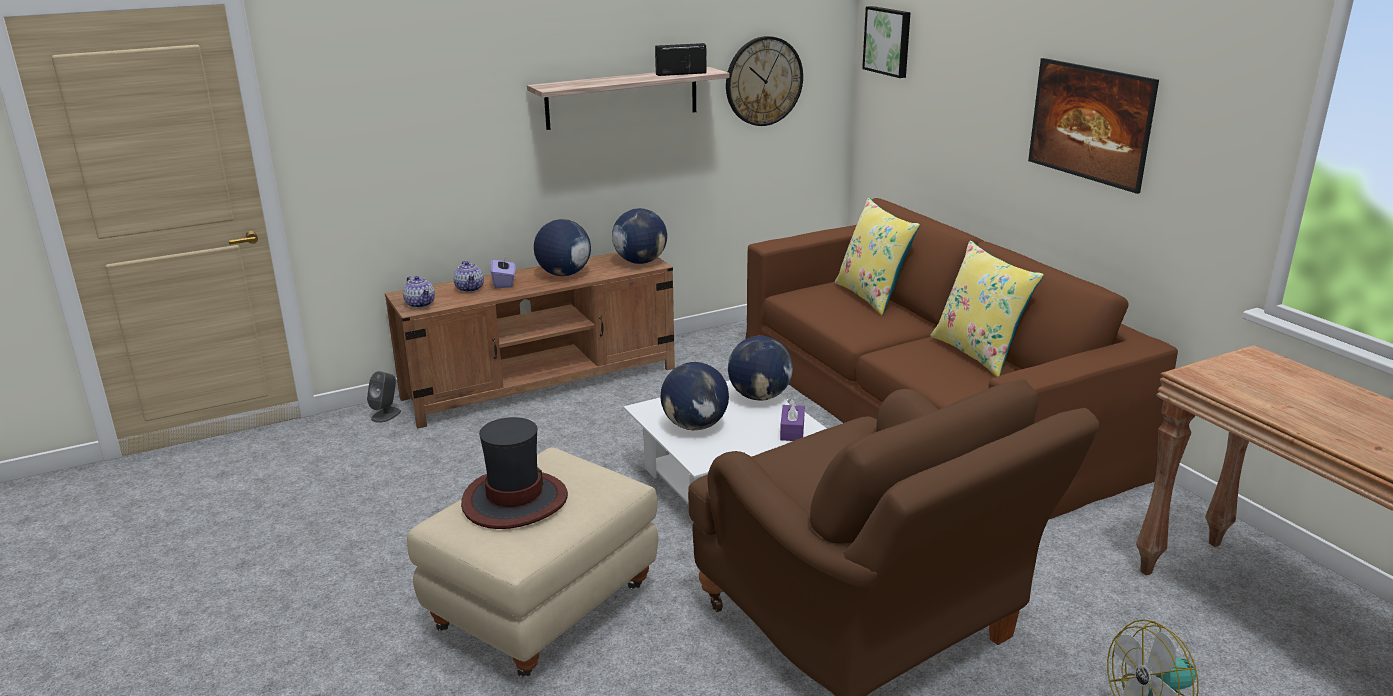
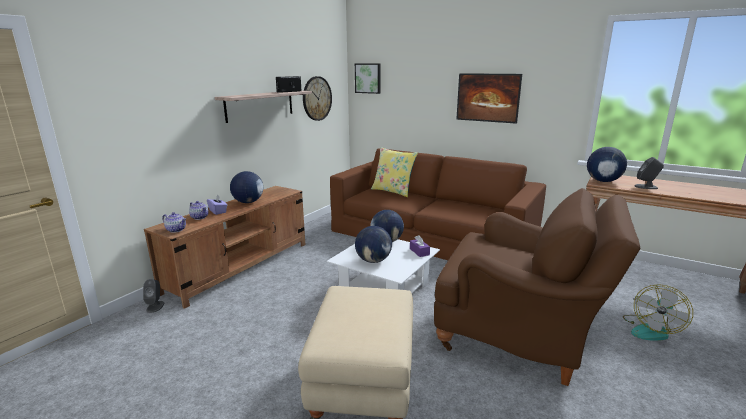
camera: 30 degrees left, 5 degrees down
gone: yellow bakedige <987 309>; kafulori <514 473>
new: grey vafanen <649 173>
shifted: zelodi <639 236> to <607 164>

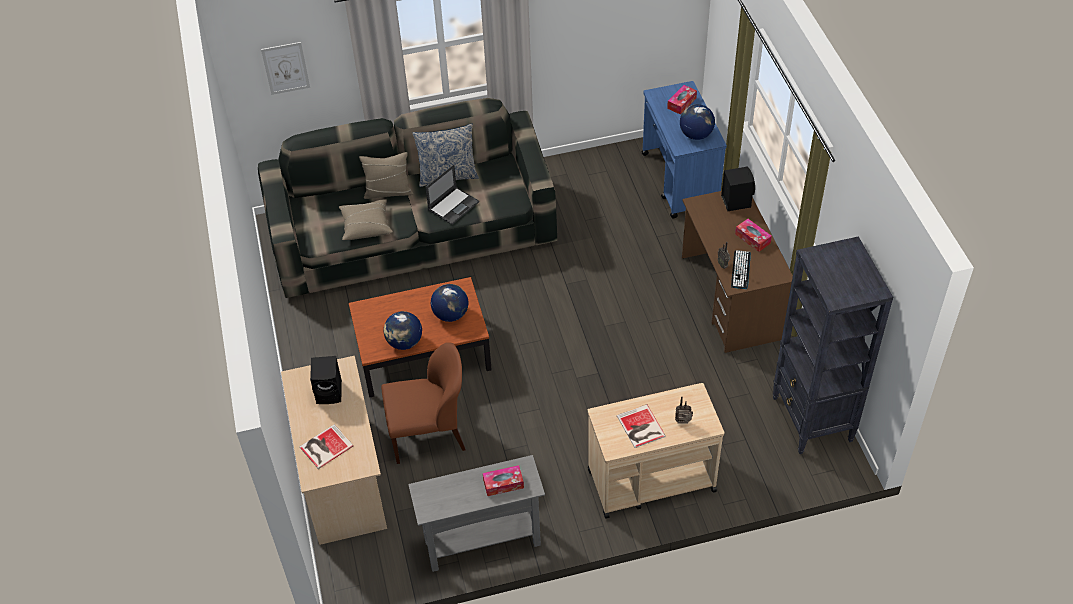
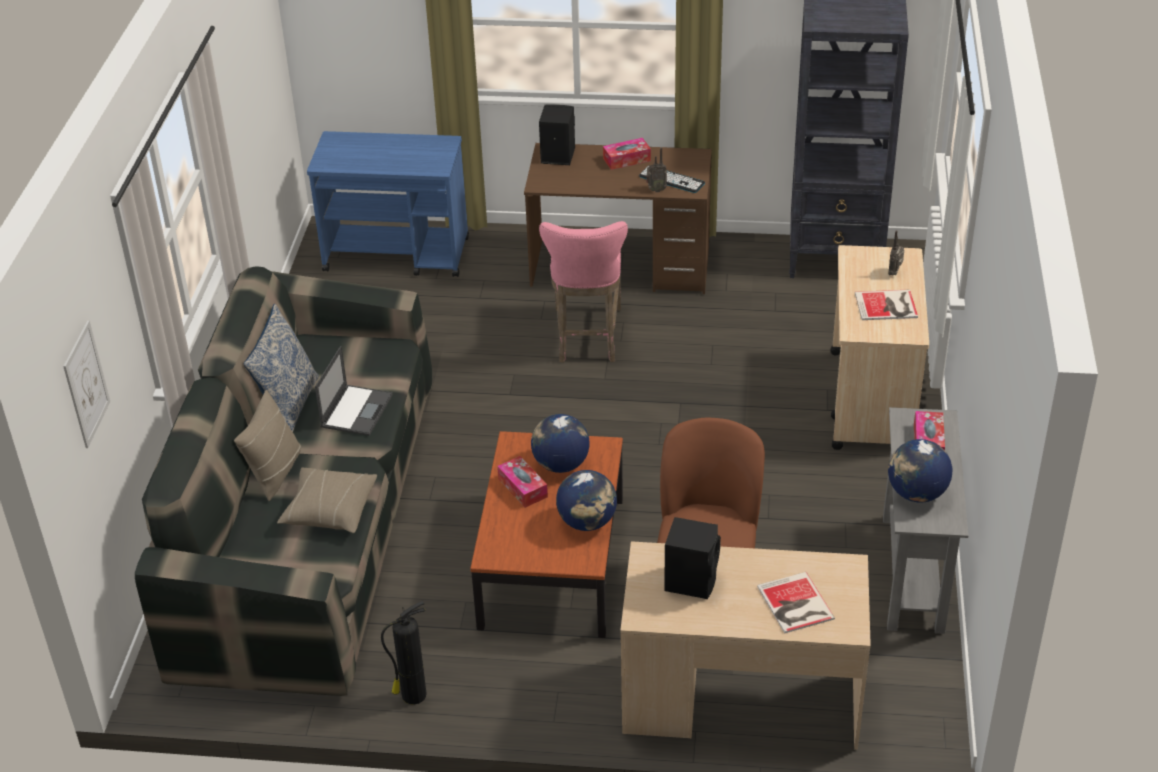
camera: 70 degrees left, 10 degrees down
new: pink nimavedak <583 292>; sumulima <404 653>
shifted: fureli <682 100> to <522 482>; zelodi <697 122> to <920 470>
rotated: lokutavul <452 194> = <354 391> 45 degrees clockwise

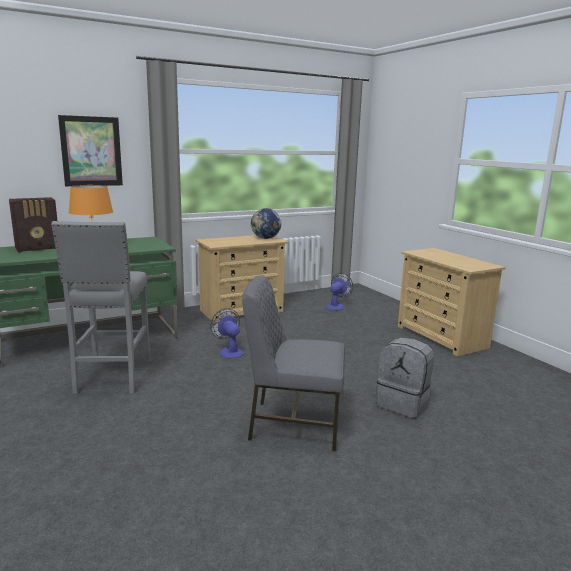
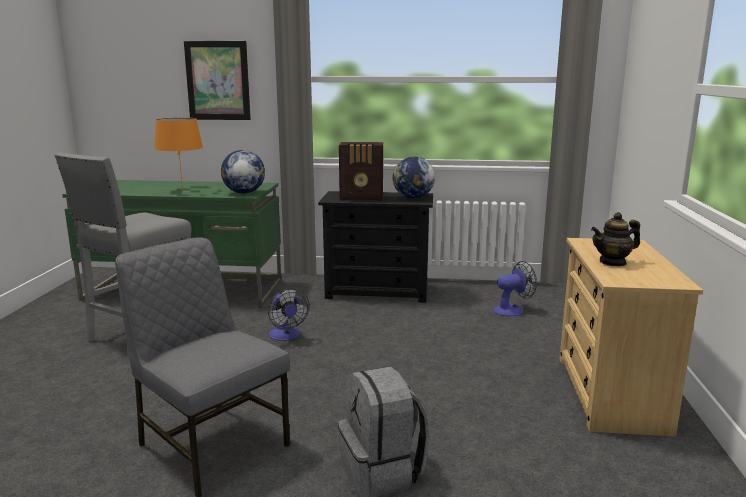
camera: 35 degrees right, 0 degrees up
new: zelodi <243 172>; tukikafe <615 239>
shifted: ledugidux <33 224> to <361 171>
repainted: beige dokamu <242 279> to black dokamu <375 247>
rotated: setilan <226 333> = <288 314> 150 degrees clockwise

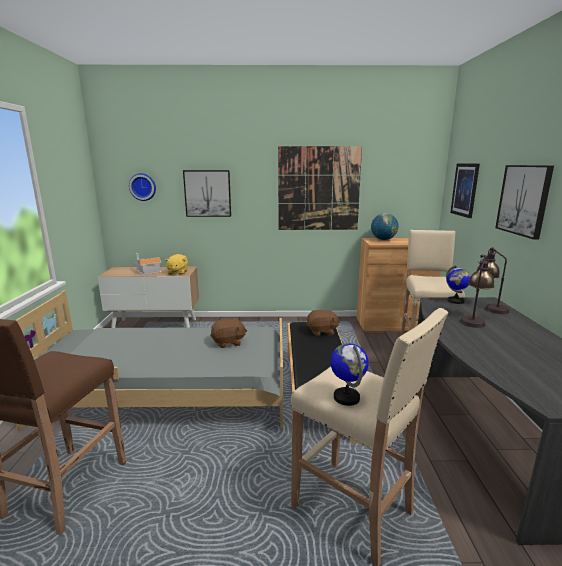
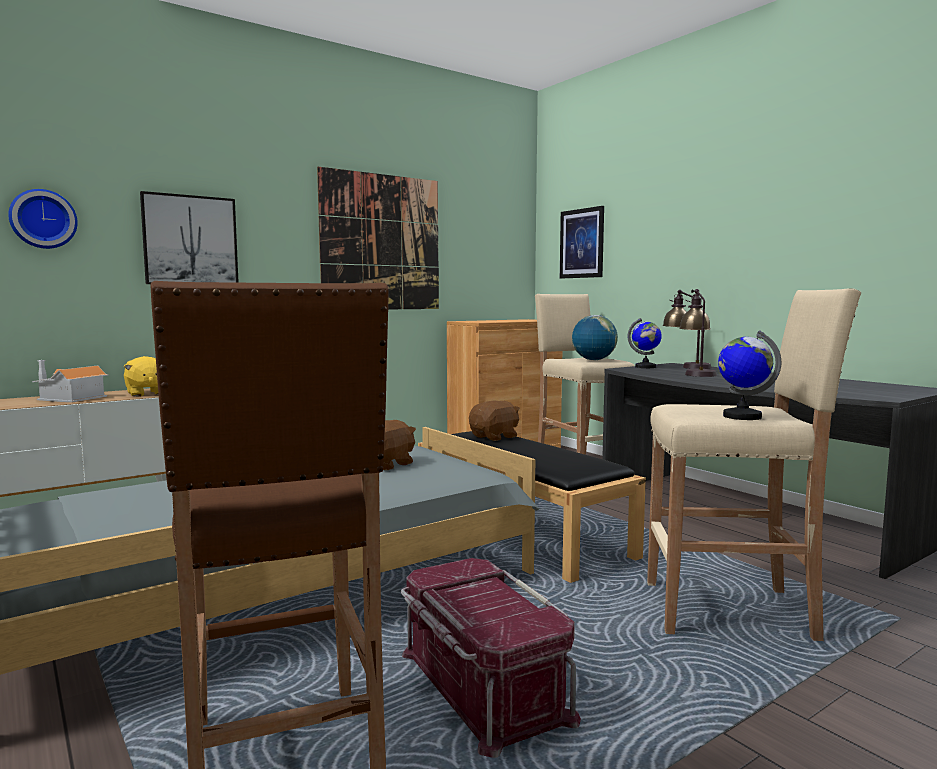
camera: 35 degrees left, 10 degrees down
gone: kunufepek <524 202>
new: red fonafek <491 658>
shifted: zelodi <385 226> to <595 337>

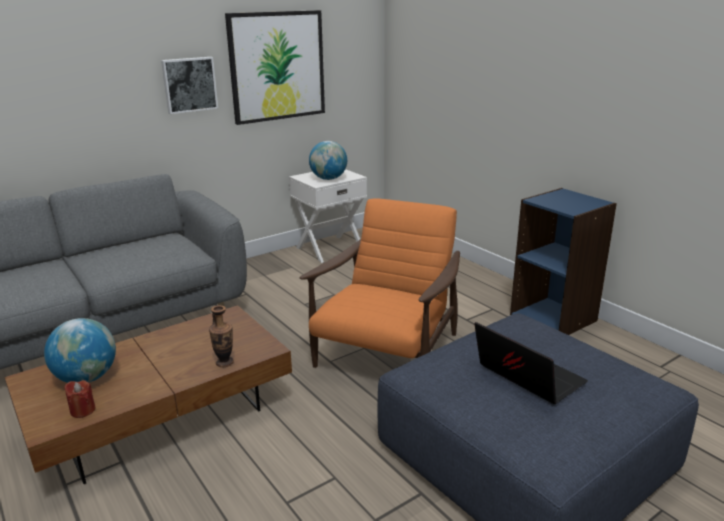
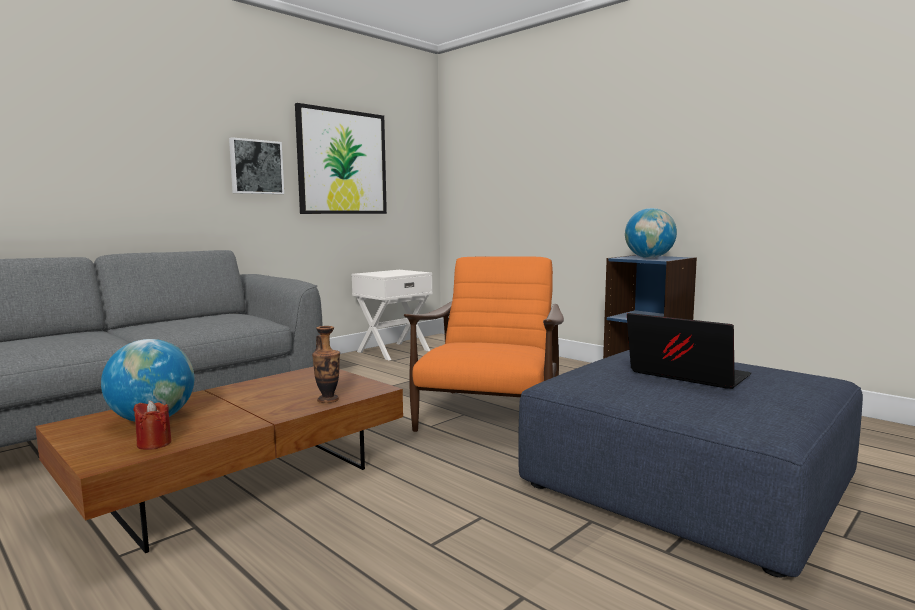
camera: 10 degrees left, 15 degrees down
shifted: zelodi <328 160> to <651 233>

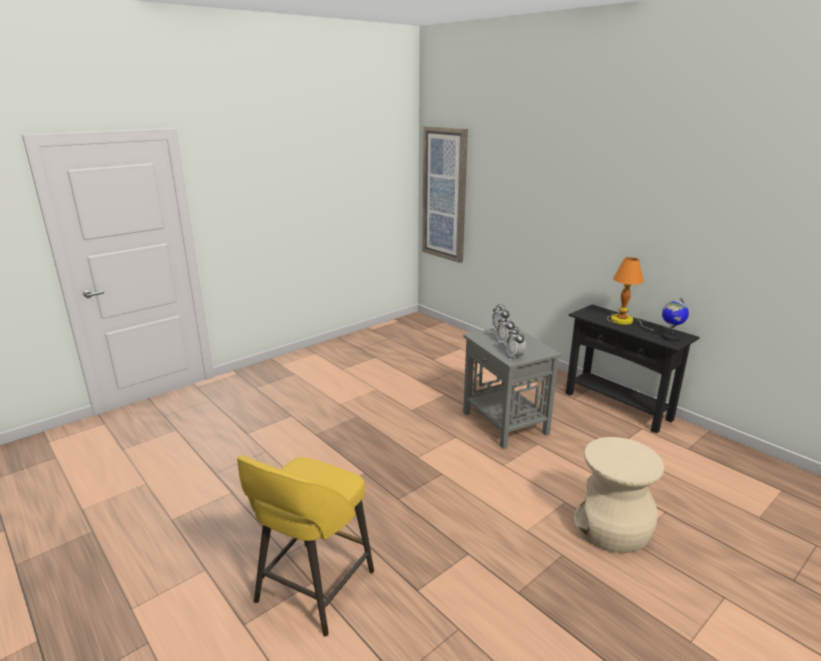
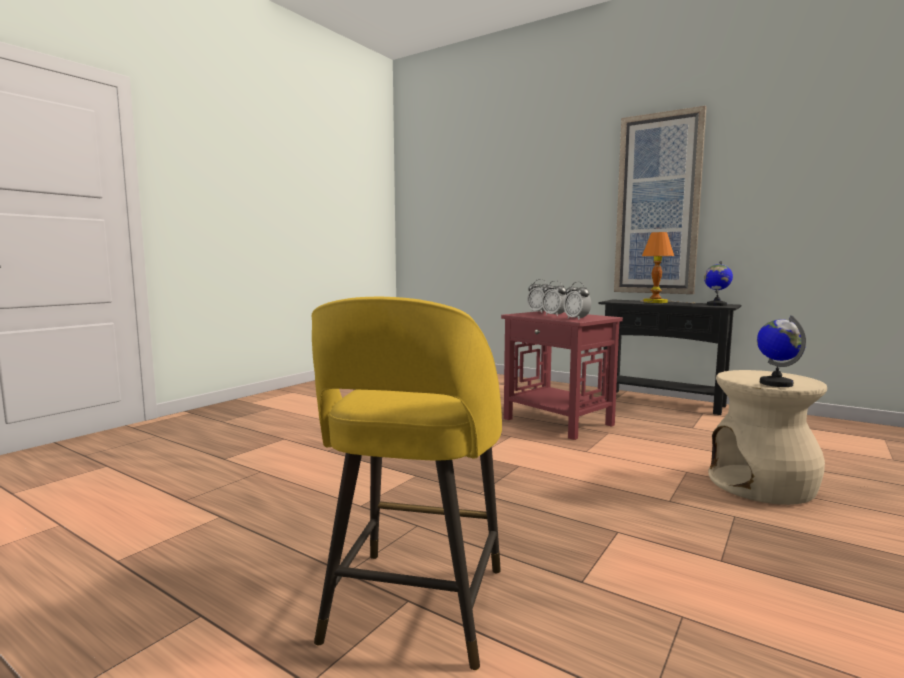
camera: 15 degrees left, 15 degrees down
new: zelodi <781 351>
shifted: kunufepek <445 194> to <660 200>
repainted: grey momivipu <512 388> to red momivipu <562 375>

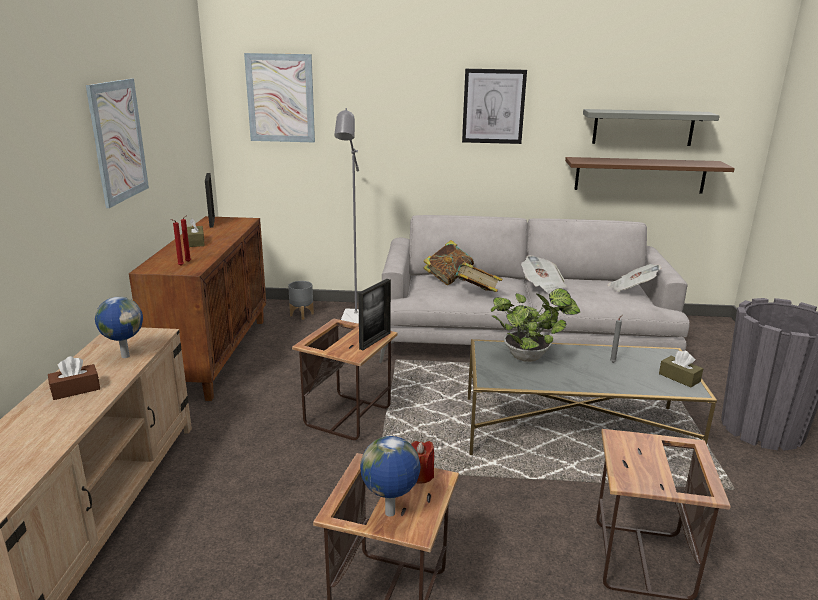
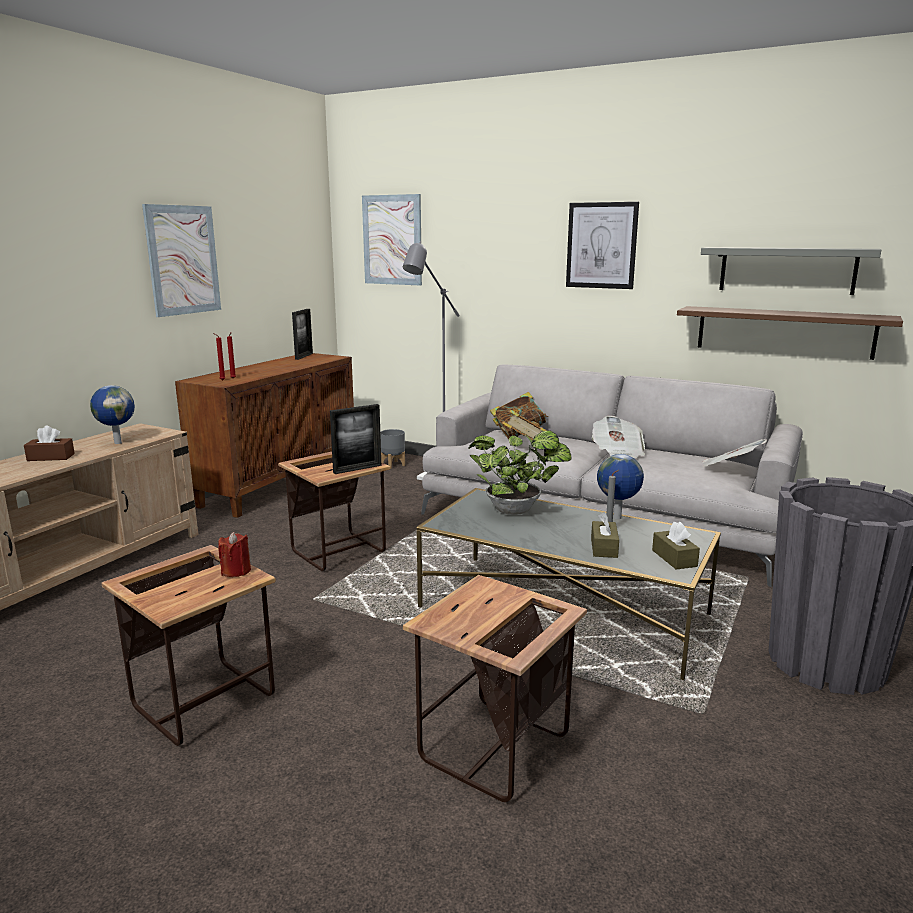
camera: 25 degrees right, 5 degrees down
shifted: brown fureli <196 232> to <605 535>; zelodi <390 476> to <620 486>

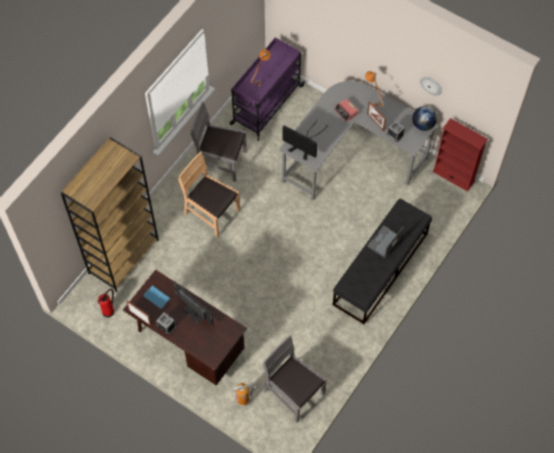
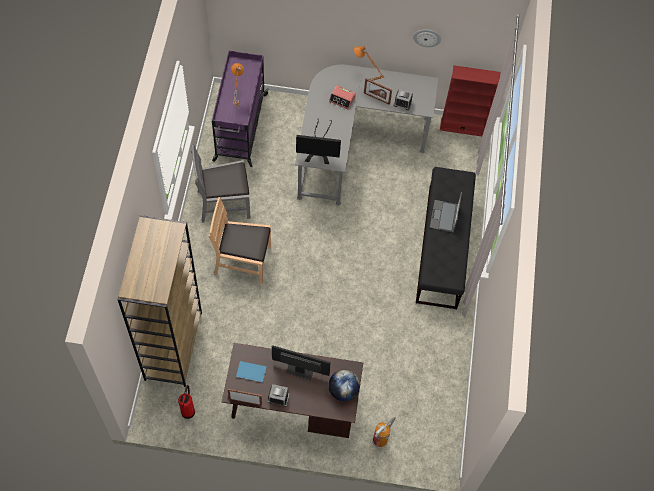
camera: 30 degrees left, 0 degrees up
gone: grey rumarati <294 379>
shifted: zelodi <424 118> to <344 385>

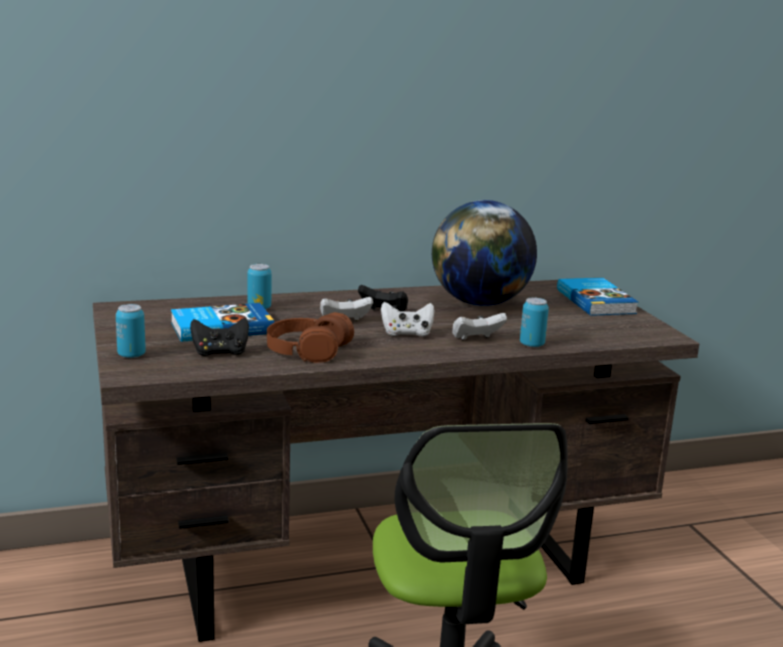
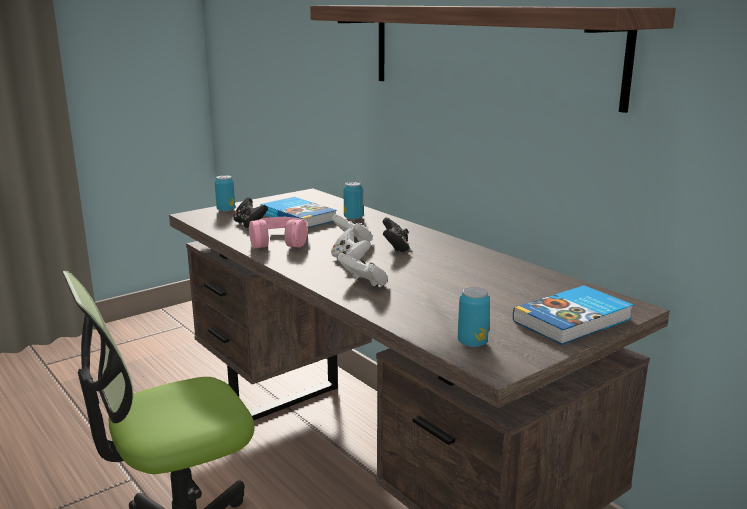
camera: 70 degrees right, 0 degrees up
gone: zelodi <484 253>
new: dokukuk <493 59>
shifted: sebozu <534 322> to <474 317>
repainted: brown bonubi <310 337> to pink bonubi <278 232>

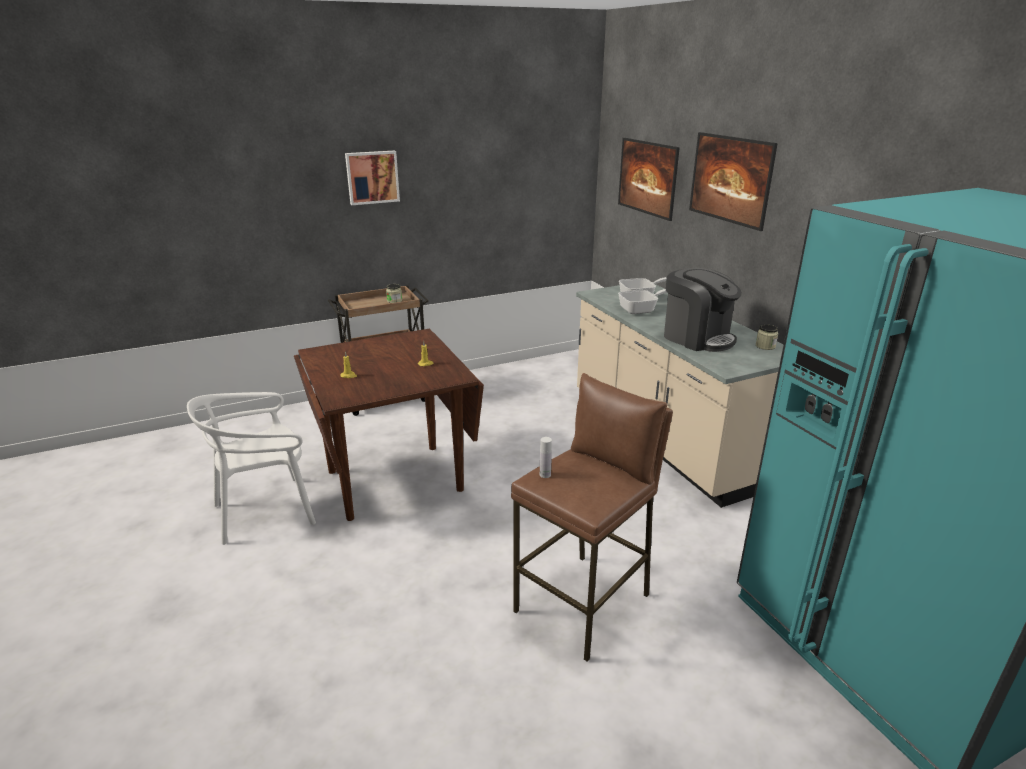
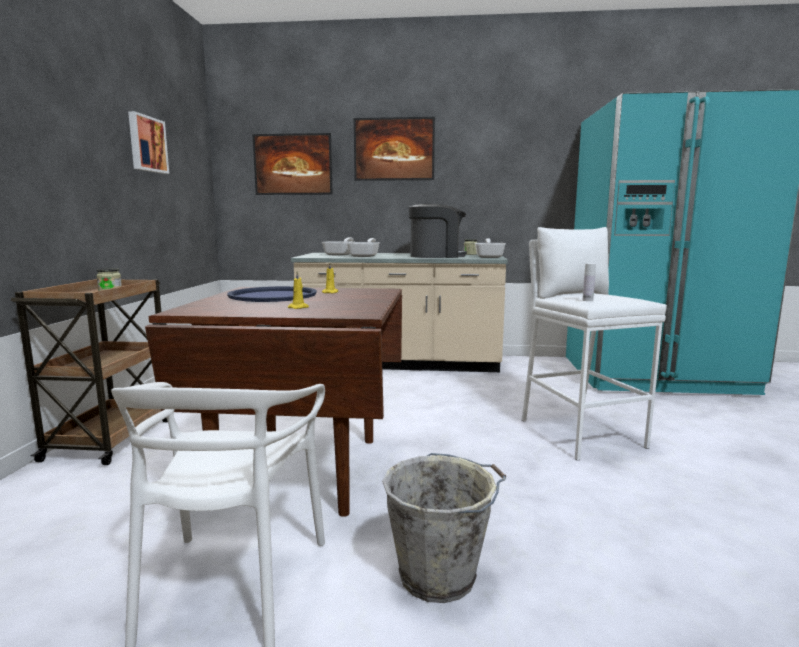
camera: 60 degrees left, 15 degrees down
new: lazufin <490 248>; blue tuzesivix <272 294>; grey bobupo <444 528>
shifted: kunufepek <372 177> to <148 142>
repainted: brown nimavedak <592 517> to white nimavedak <594 344>

